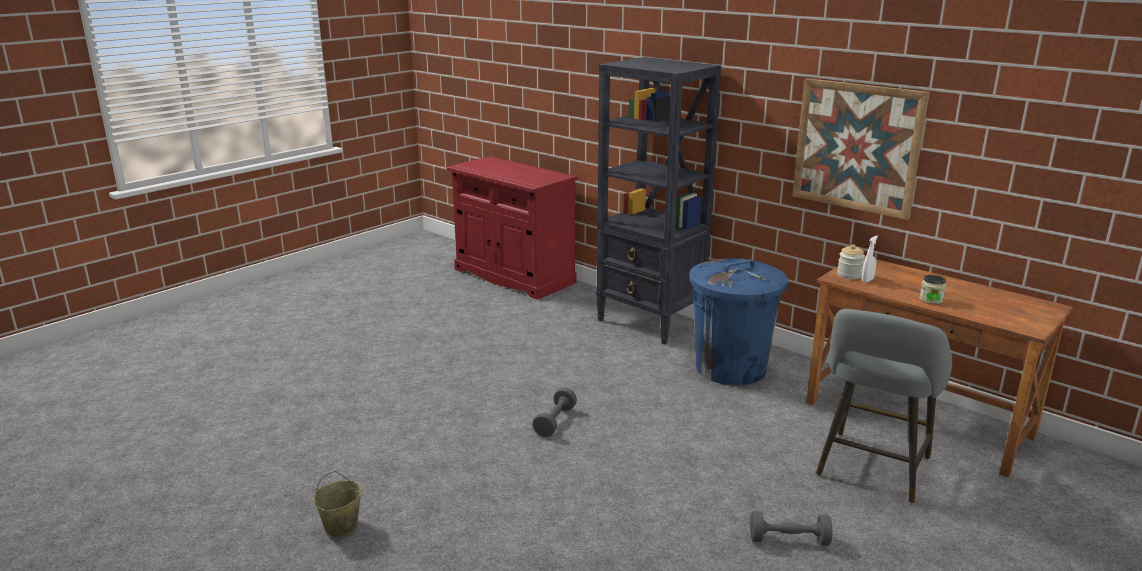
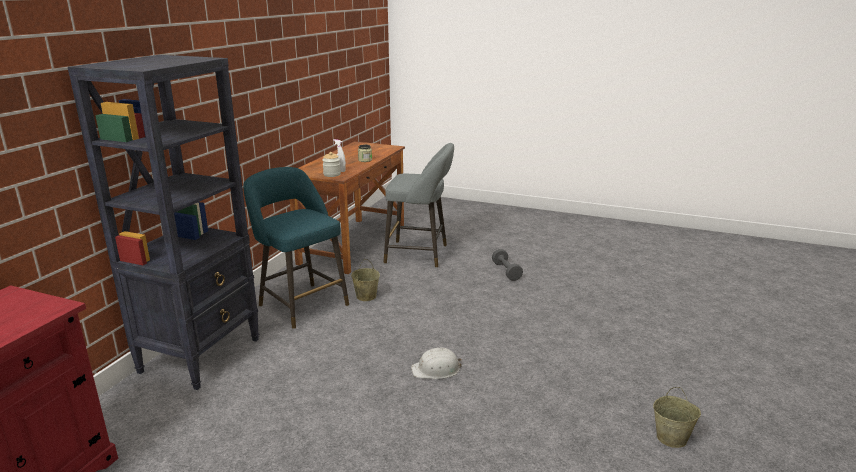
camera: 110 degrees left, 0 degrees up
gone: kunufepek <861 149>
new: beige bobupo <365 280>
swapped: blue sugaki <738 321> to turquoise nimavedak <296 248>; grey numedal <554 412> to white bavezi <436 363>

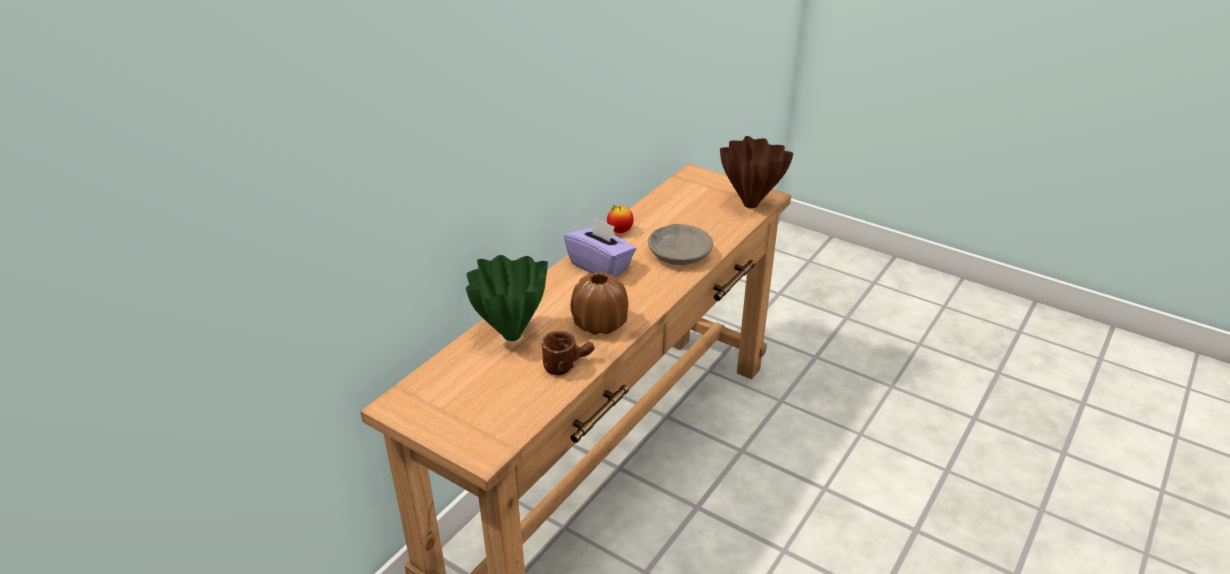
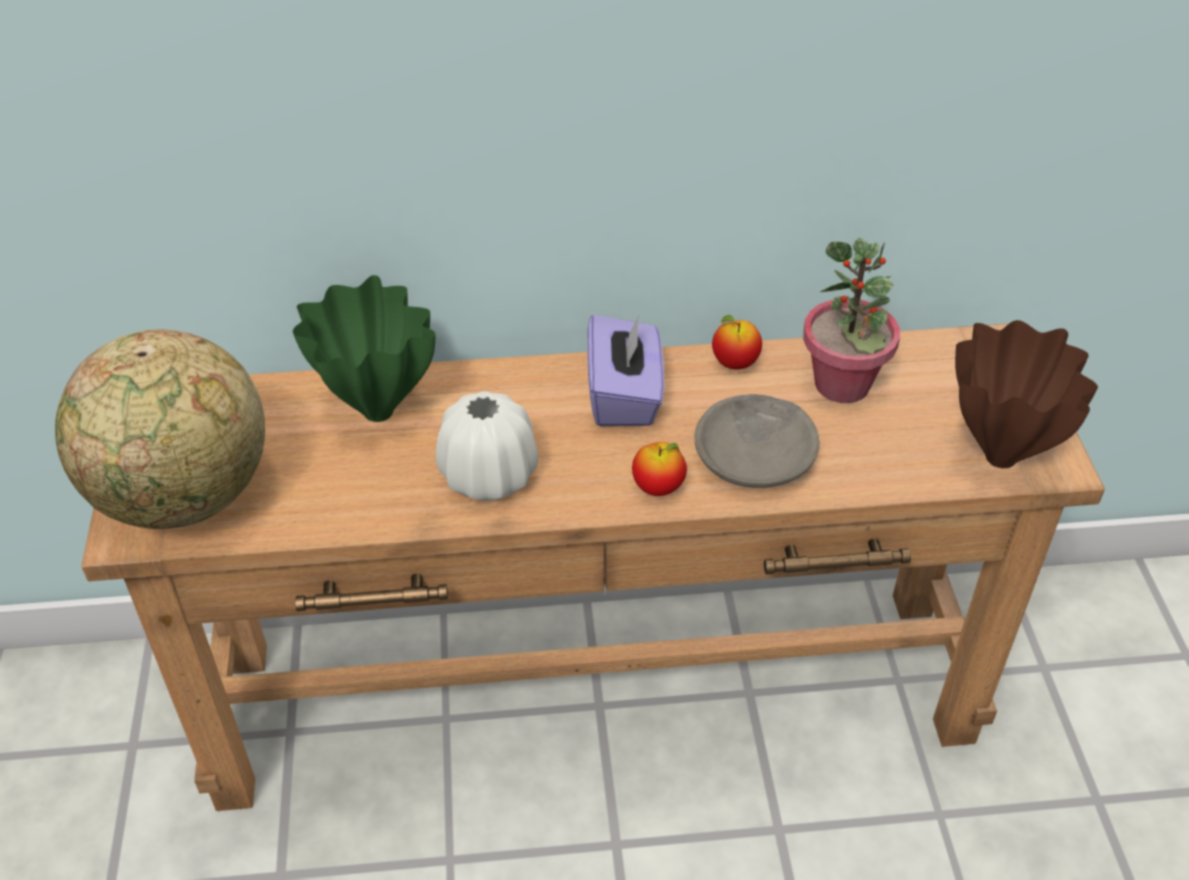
camera: 50 degrees right, 10 degrees up
gone: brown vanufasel <568 353>
new: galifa <851 320>; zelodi <160 429>; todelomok <659 469>
repainted: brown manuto <599 303> to white manuto <487 446>

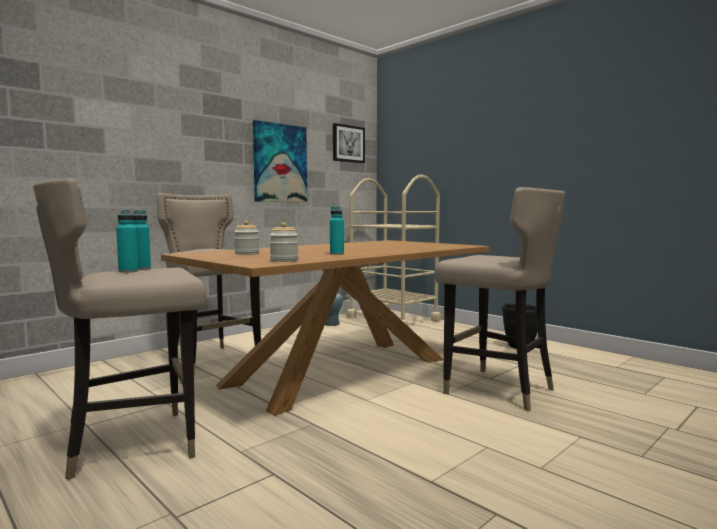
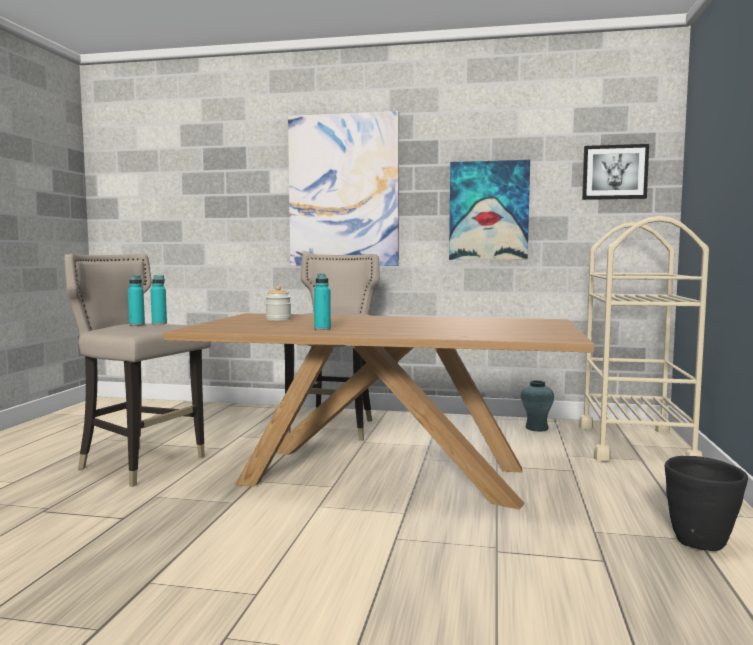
camera: 55 degrees right, 0 degrees up
gone: beige nimavedak <500 299>; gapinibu <284 242>
new: kunufepek <343 188>

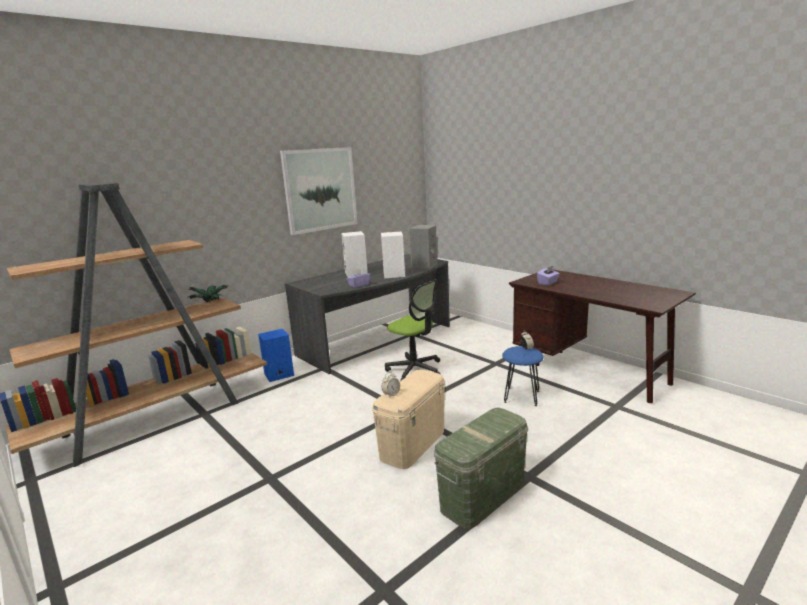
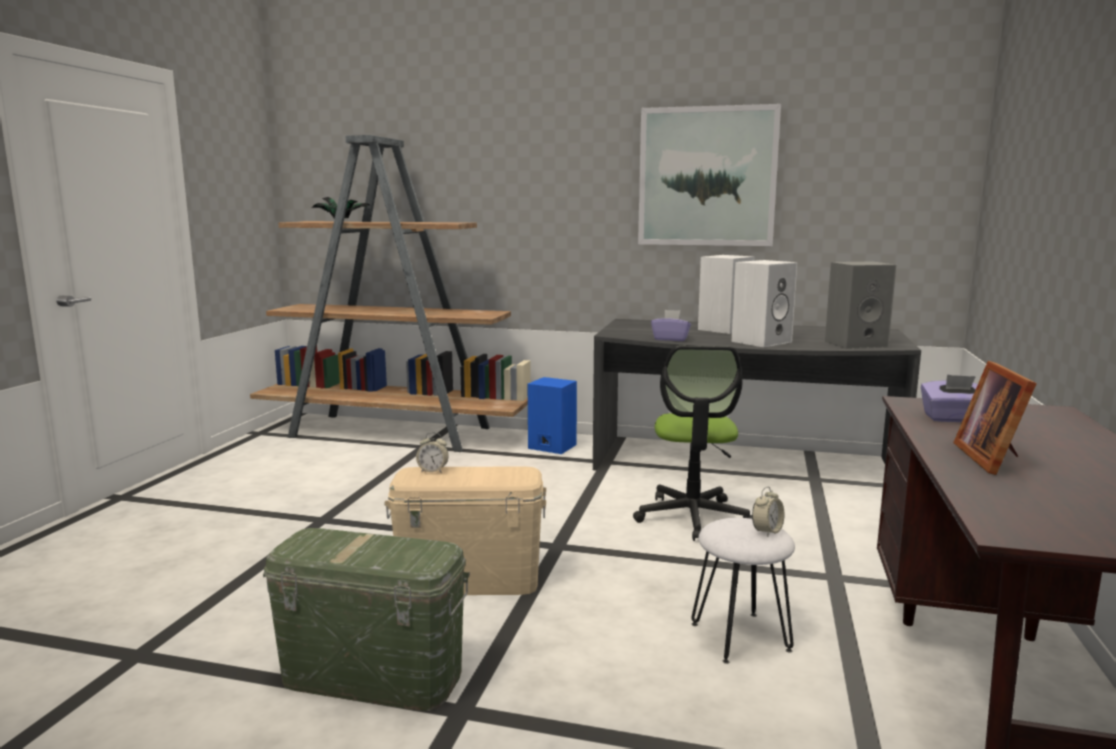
camera: 55 degrees right, 5 degrees down
new: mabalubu <995 418>
shifted: galifa <207 293> to <340 208>
repainted: blue nimavedak <523 376> to white nimavedak <743 591>

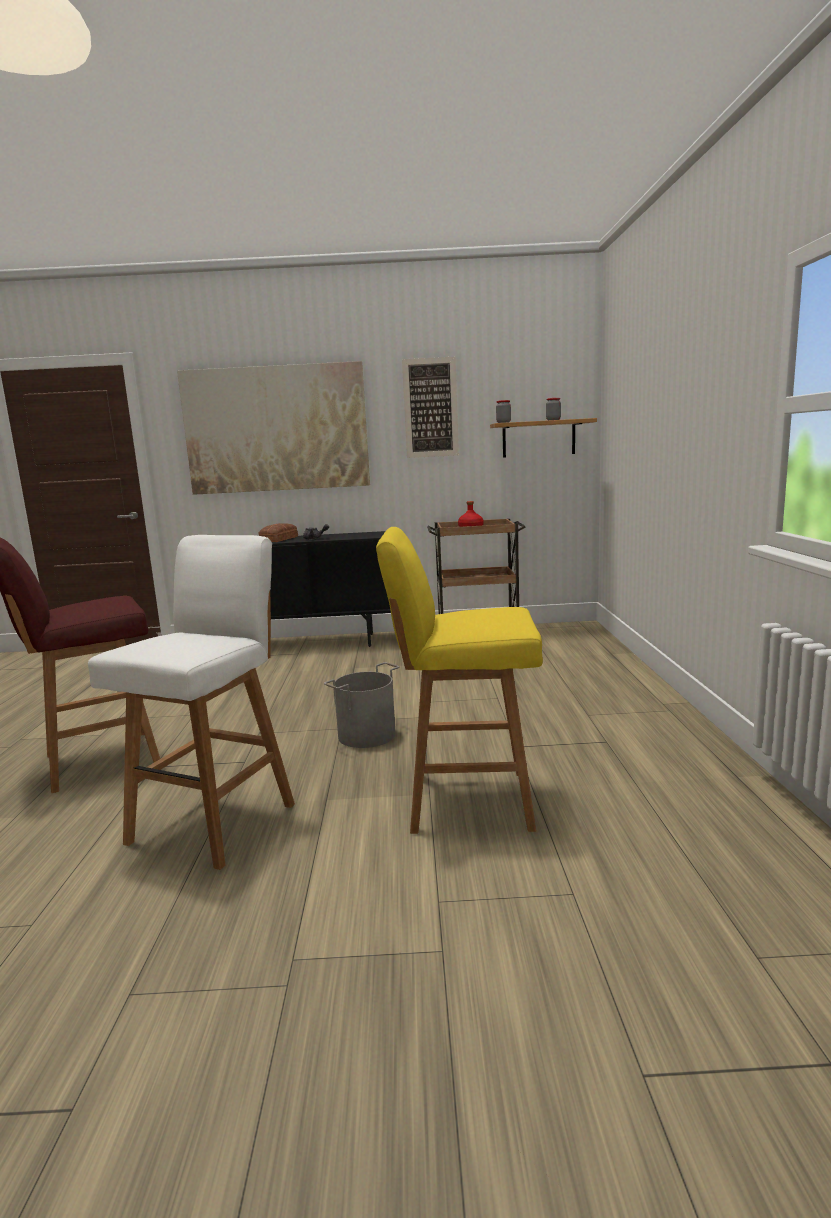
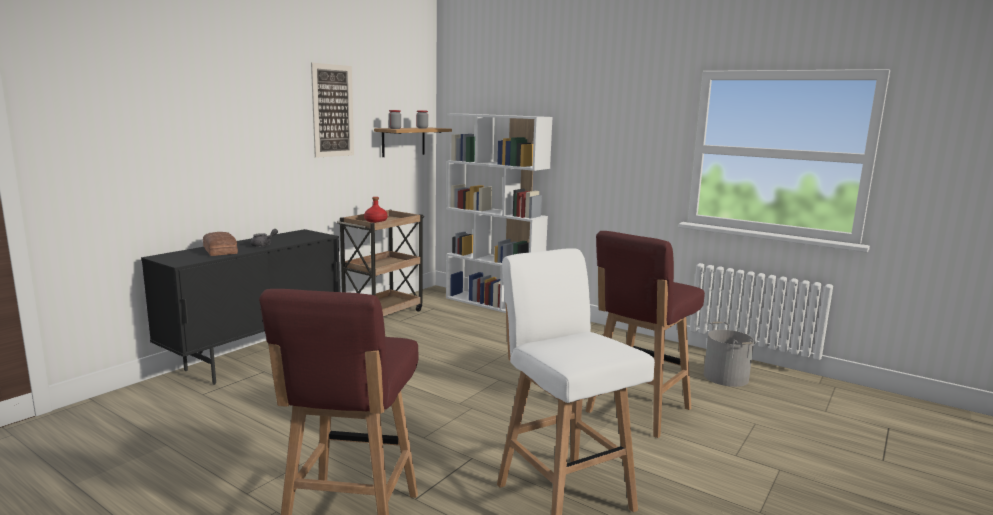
camera: 55 degrees left, 0 degrees up
gone: kunufepek <273 428>
new: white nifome <499 213>
shifted: grey bobupo <362 705> to <729 354>
repainted: yellow nimavedak <459 680> to red nimavedak <645 334>

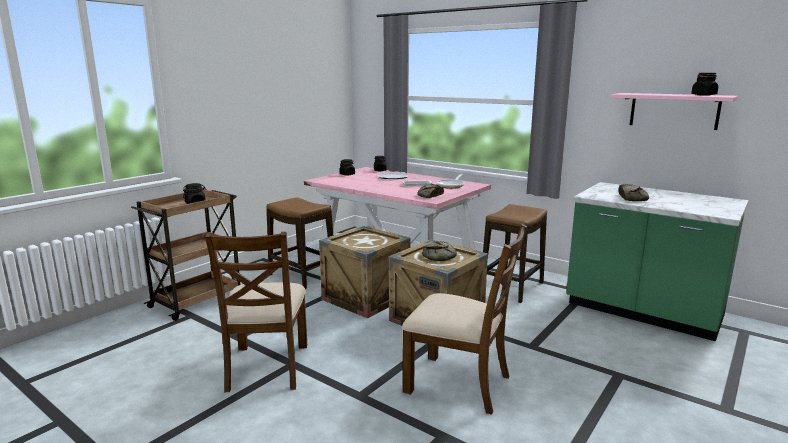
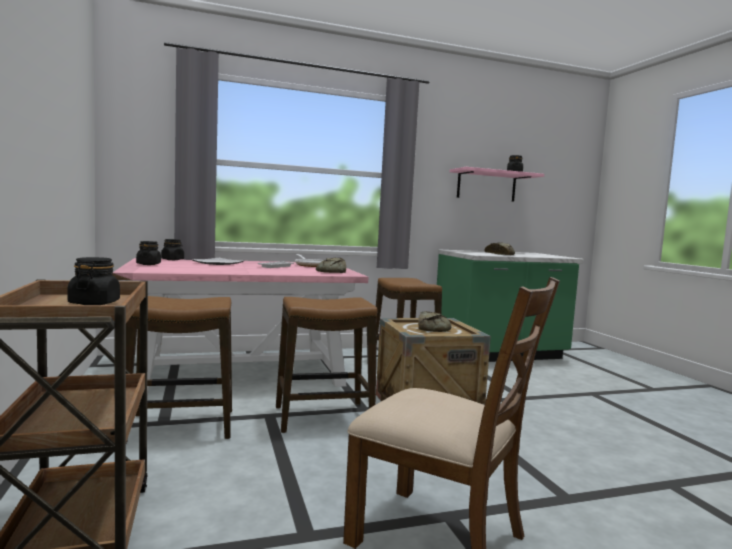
camera: 55 degrees left, 10 degrees down
gone: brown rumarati <464 319>
swapped: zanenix <365 272> to nimavedak <327 365>

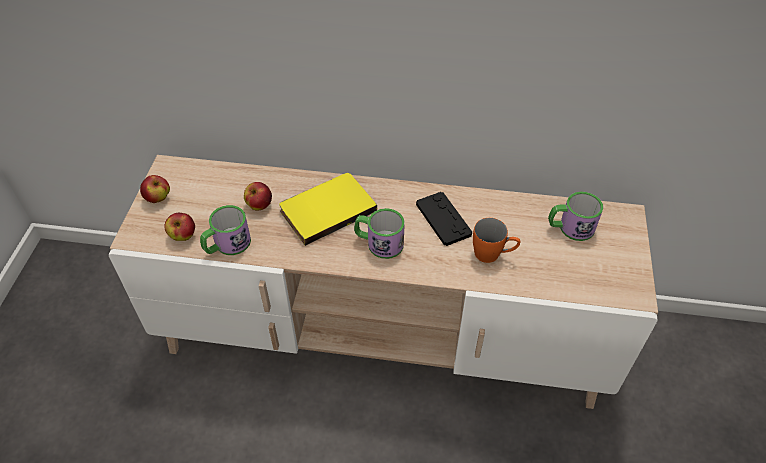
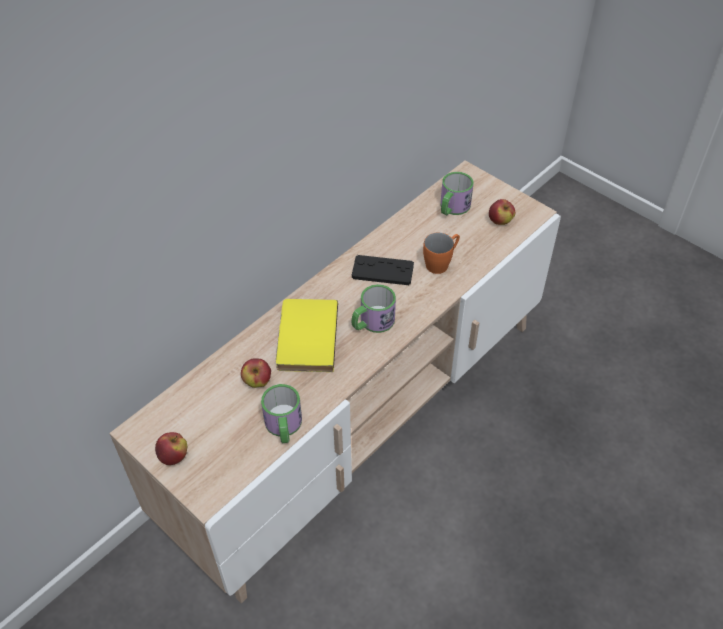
camera: 55 degrees left, 0 degrees up
shifted: todelomok <179 227> to <502 212>

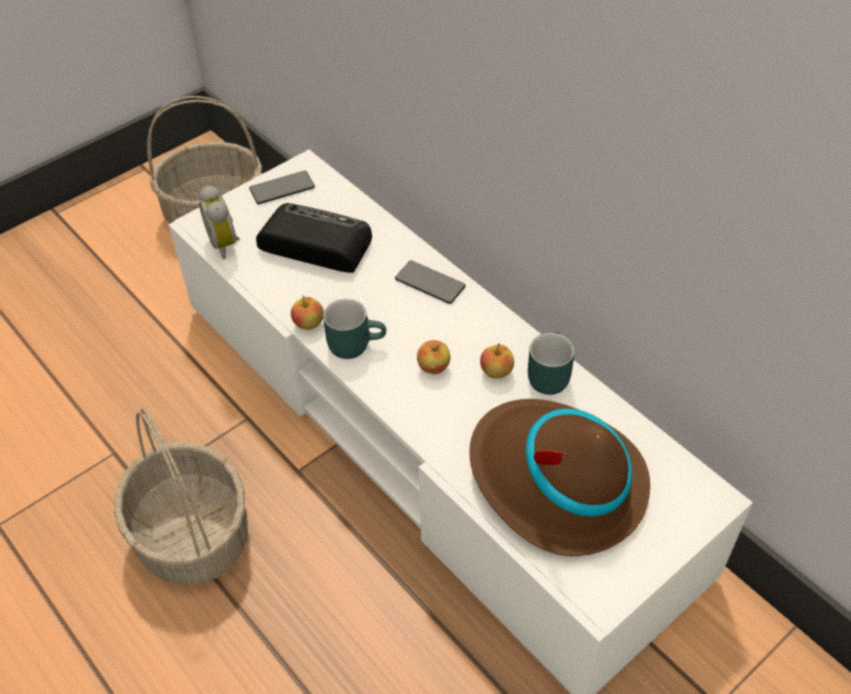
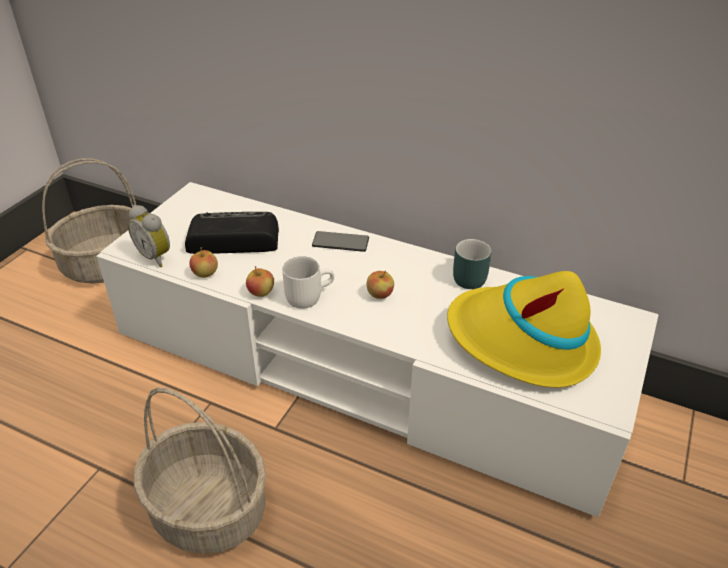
camera: 25 degrees left, 10 degrees down
gone: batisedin <282 187>
shifted: todelomok <497 360> to <204 262>
repainted: turquoise vanufasel <354 329> to white vanufasel <308 282>; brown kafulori <559 477> to yellow kafulori <524 329>

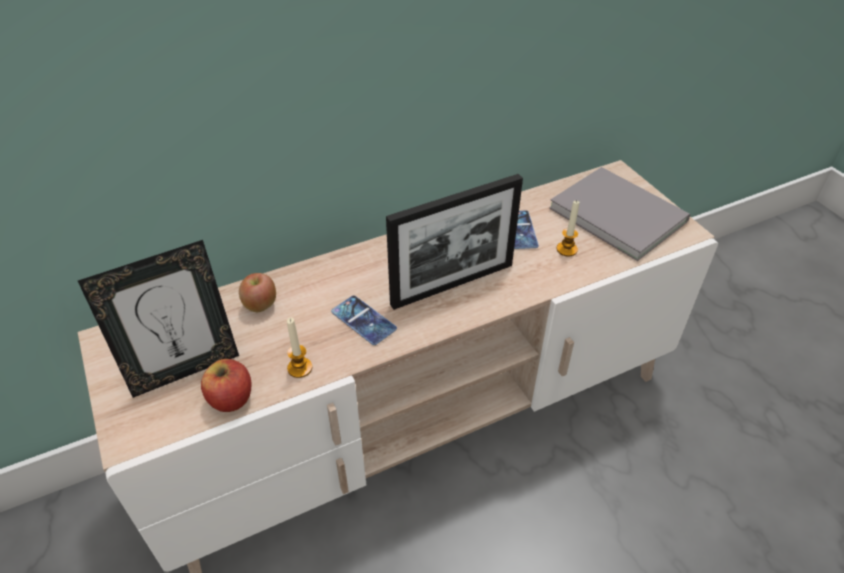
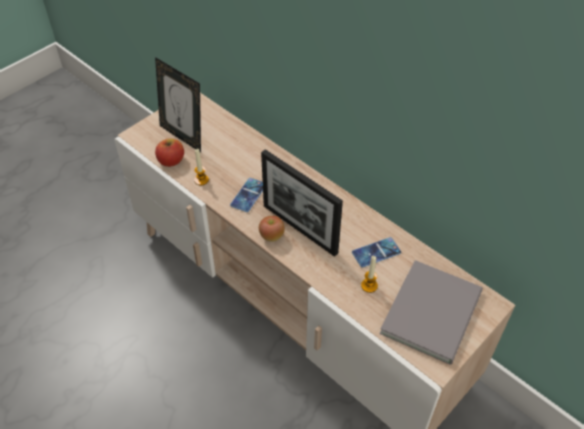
camera: 70 degrees right, 5 degrees up
shifted: todelomok <257 292> to <272 229>

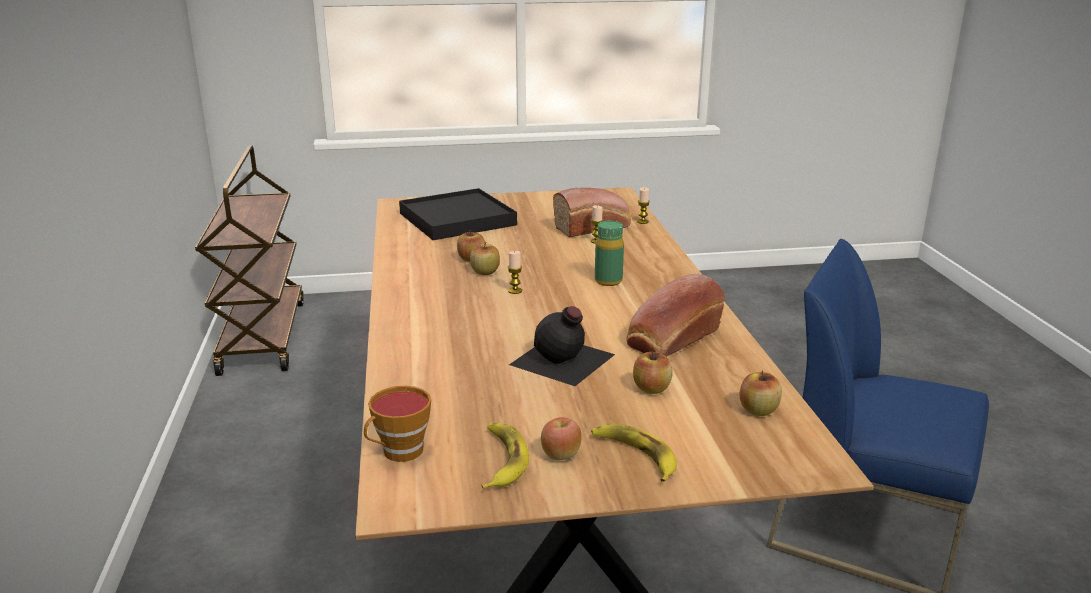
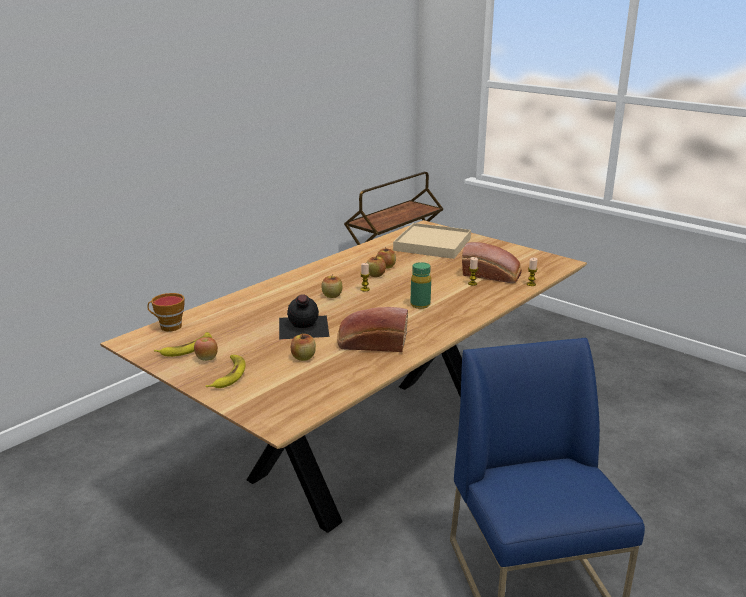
camera: 50 degrees right, 0 degrees up
shifted: todelomok <760 393> to <332 286>
repainted: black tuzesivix <458 214> to beige tuzesivix <432 241>

